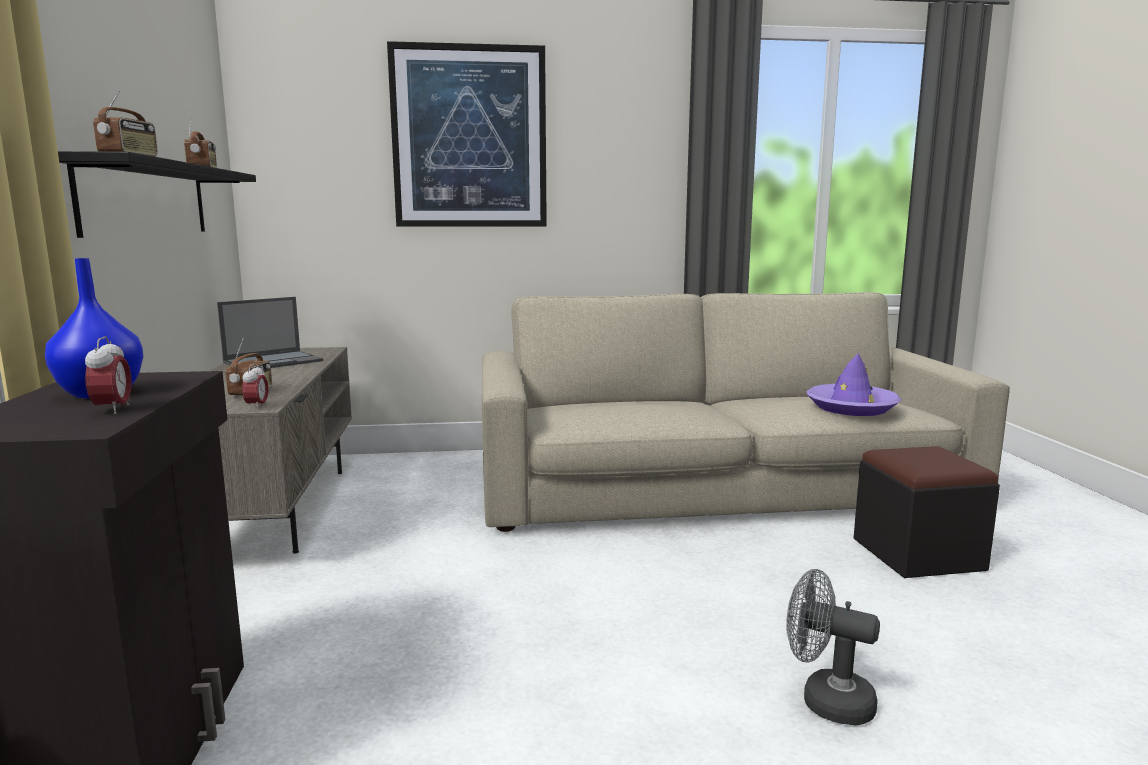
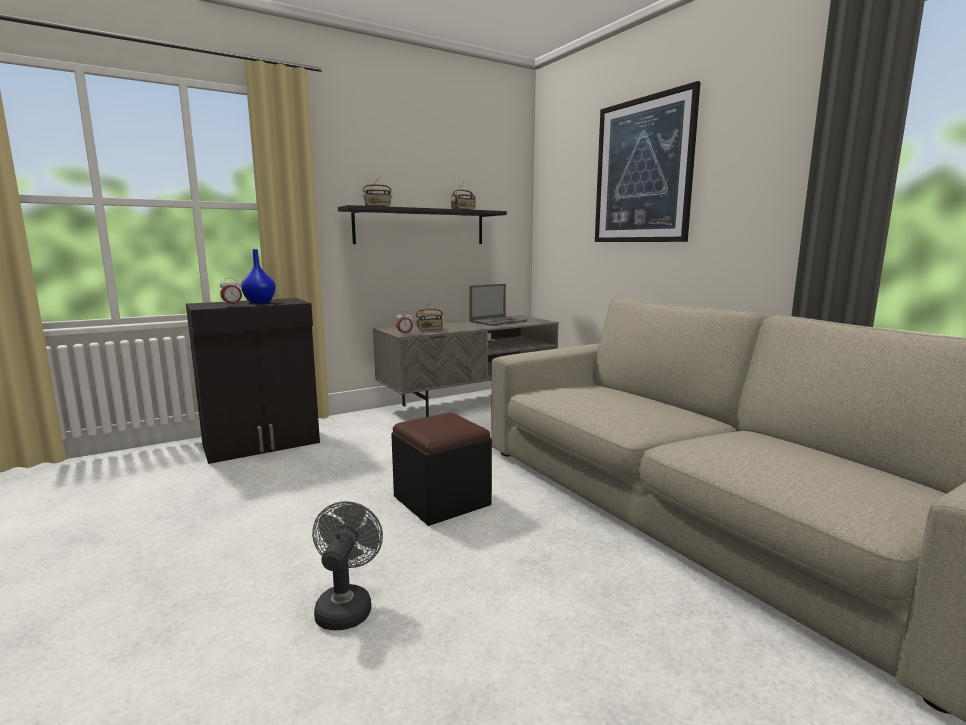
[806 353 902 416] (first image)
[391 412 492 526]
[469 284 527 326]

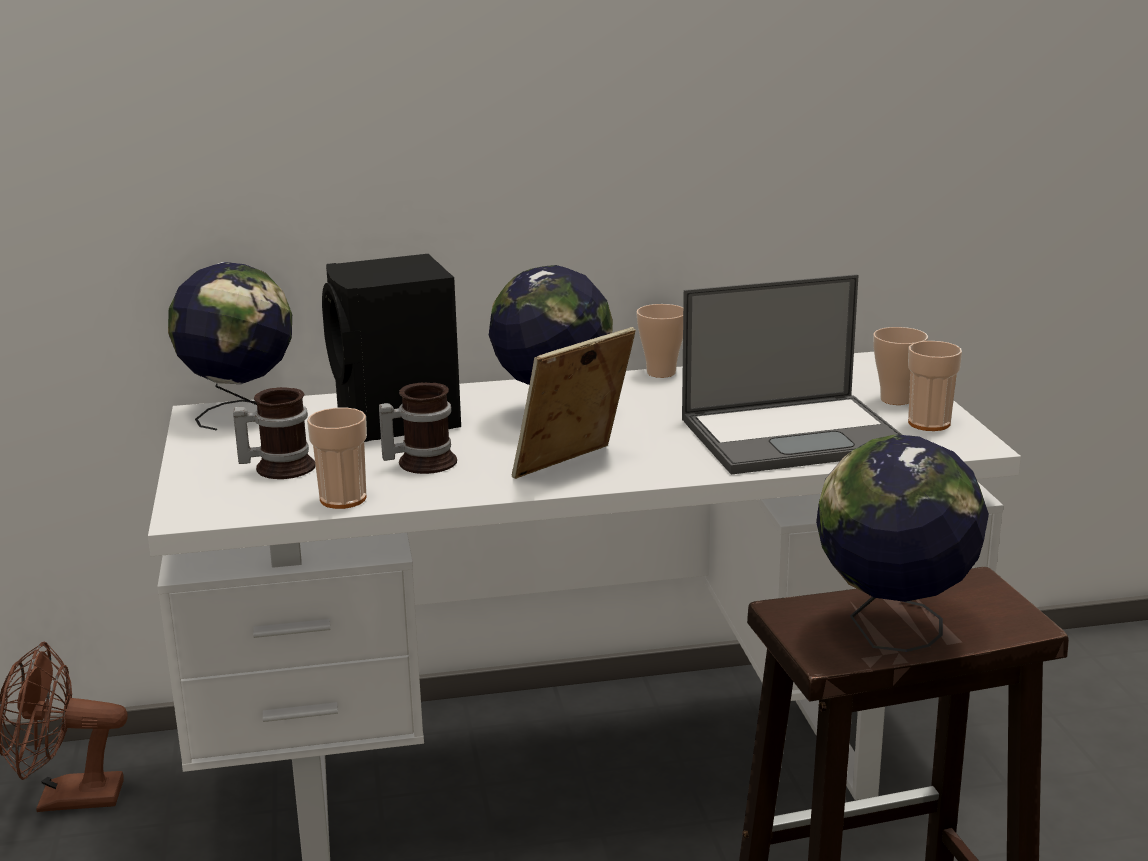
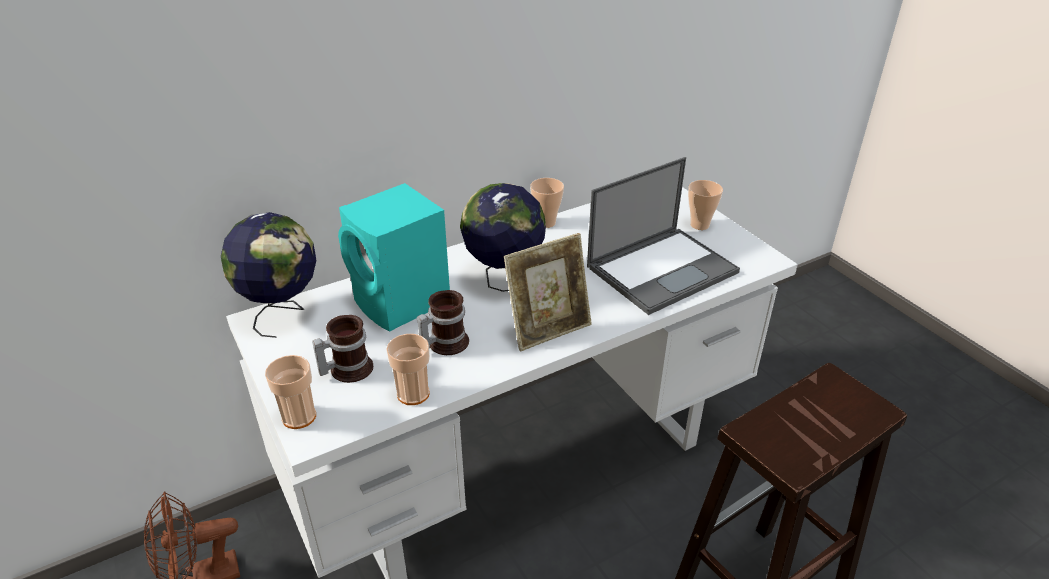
[816 434 989 652] (first image)
[265 355 316 429]
[338 183 450 332]
[504 233 592 351]

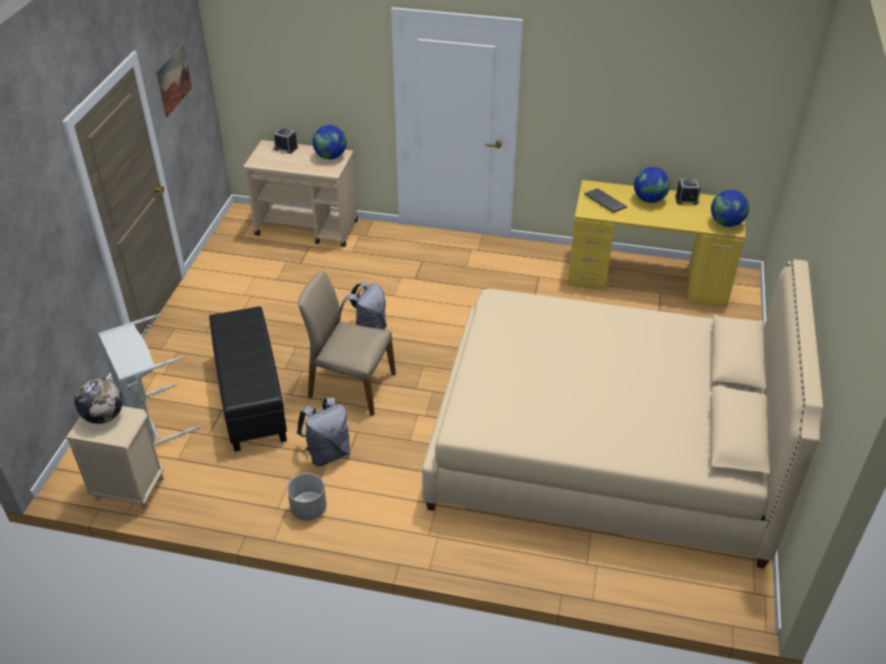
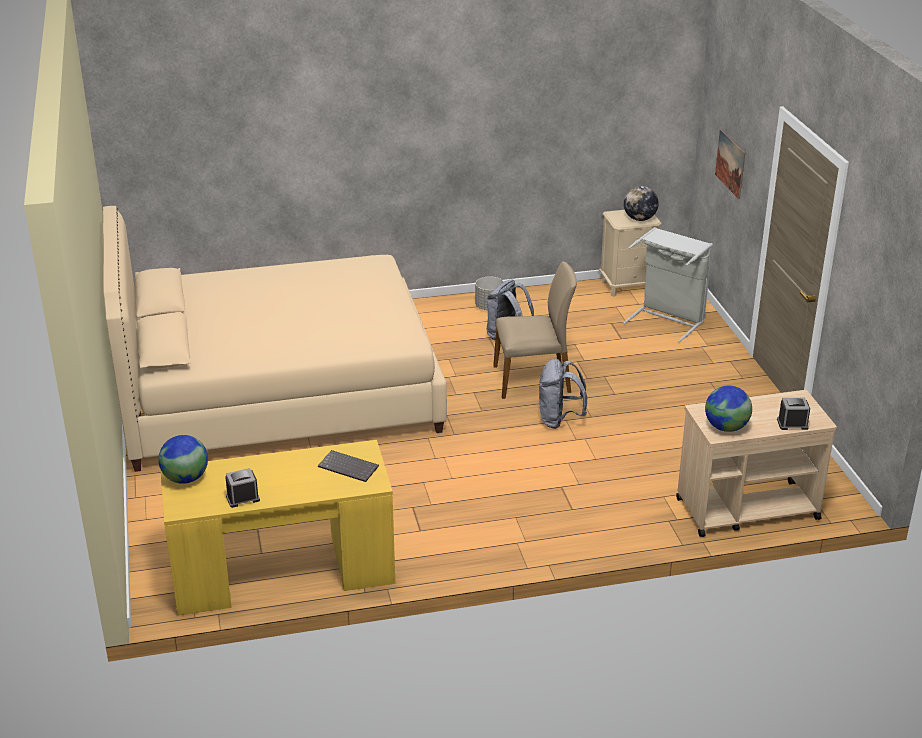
[209 306 287 452] (first image)
[634 167 670 203] (first image)
[715 129 745 199]

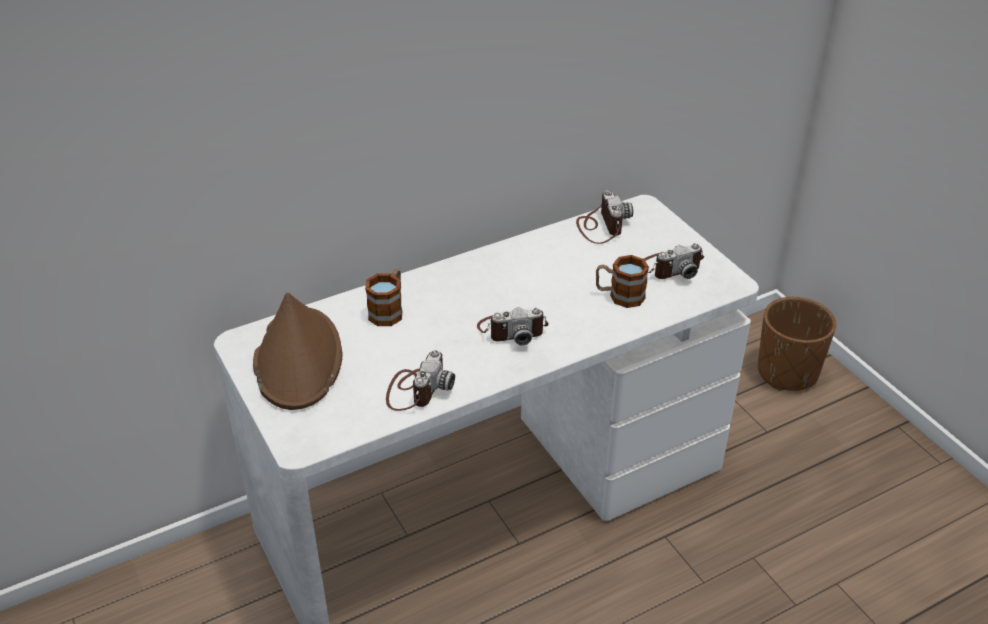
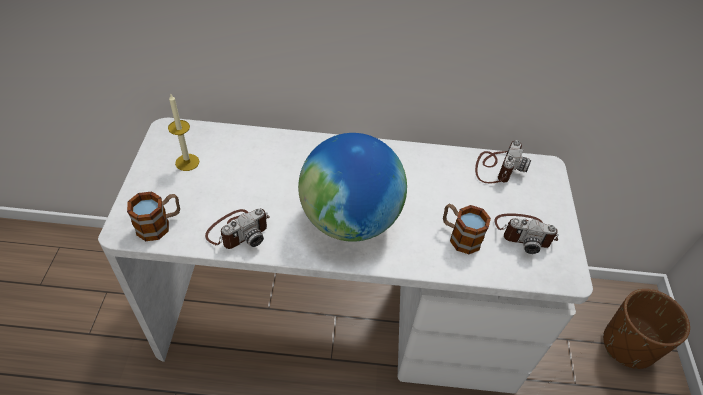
[127 192 180 241]
[168 94 199 171]
[298 133 407 242]

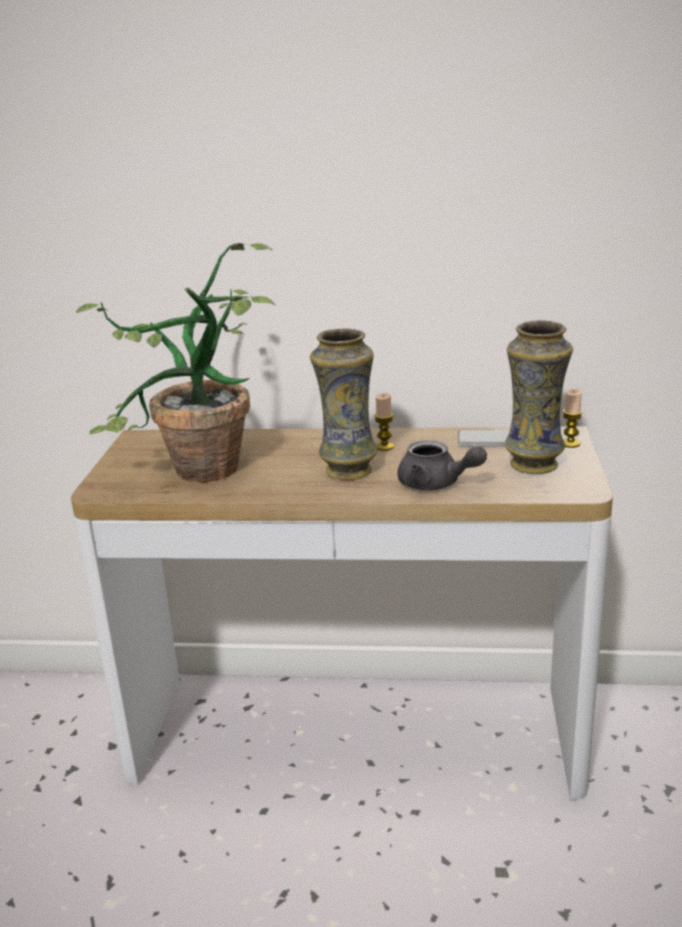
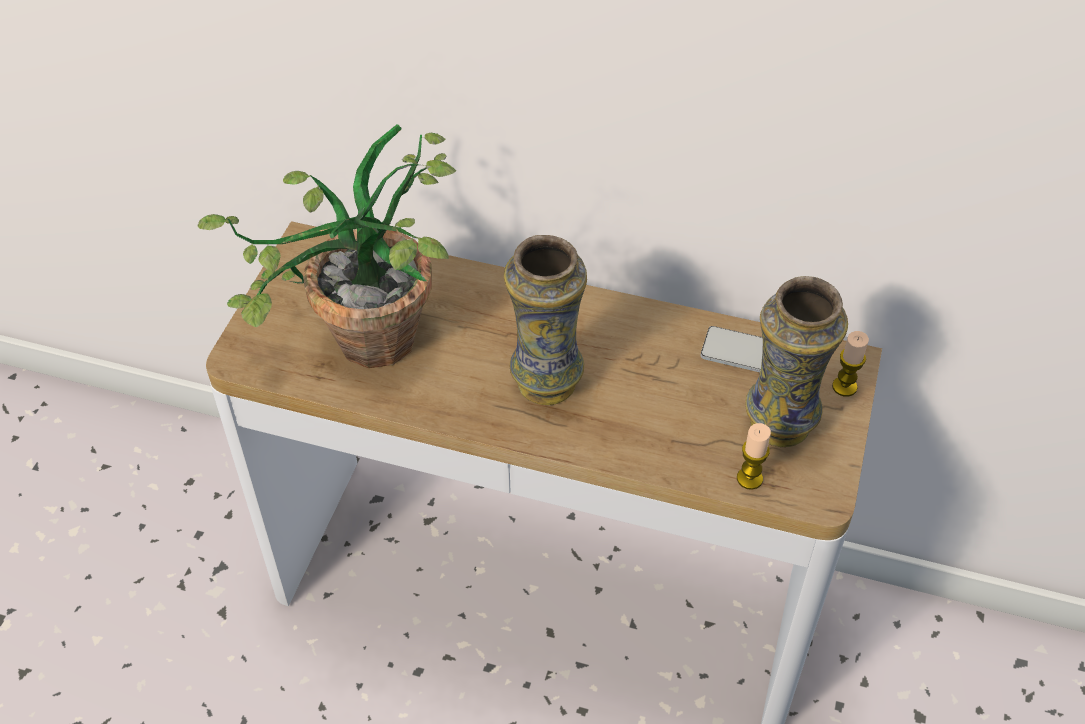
[397 440 487 490] (first image)
[737 423 771 490]

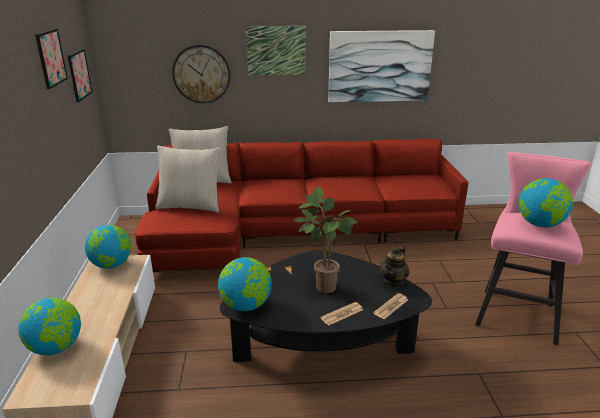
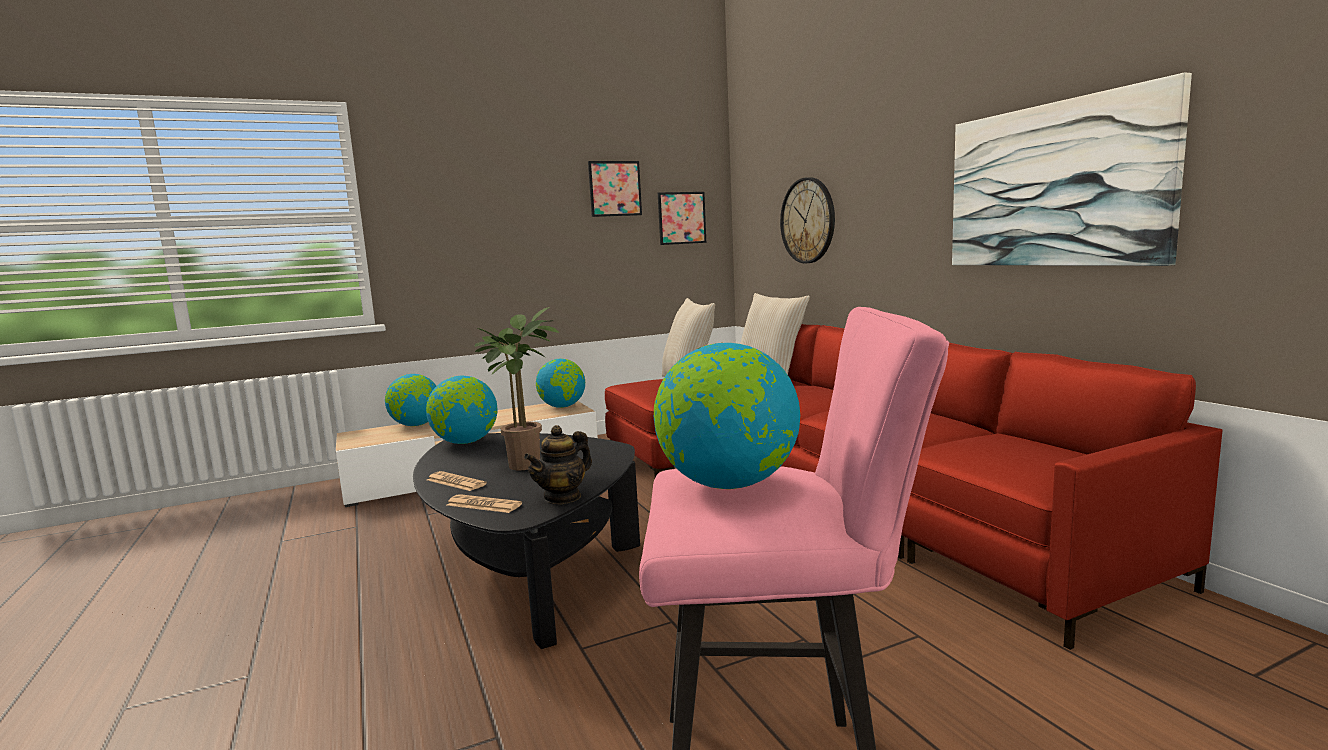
[246 26 306 75] (first image)
[524 425 592 504]

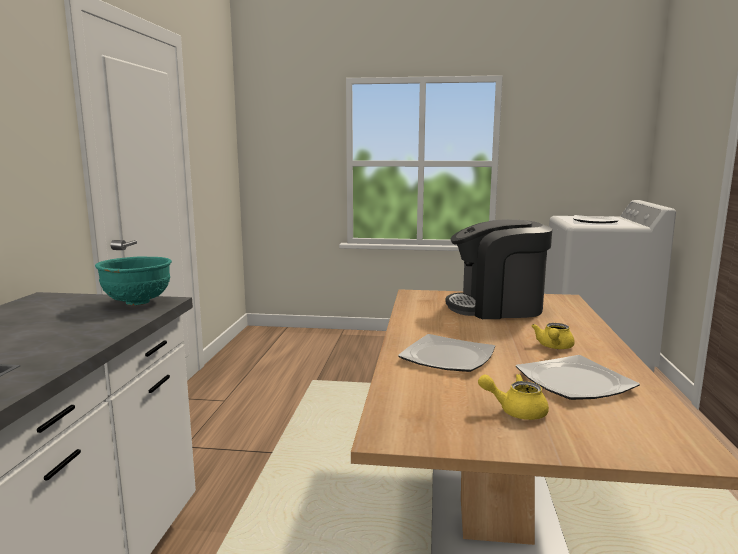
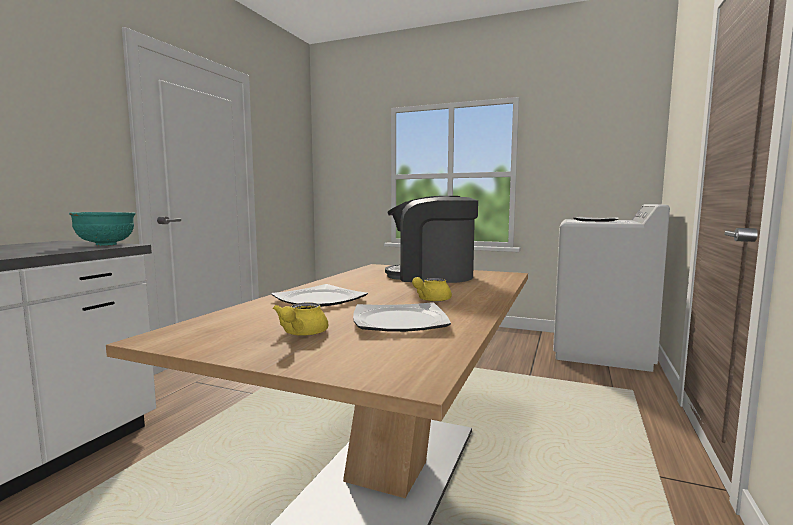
[273 302 328 336]

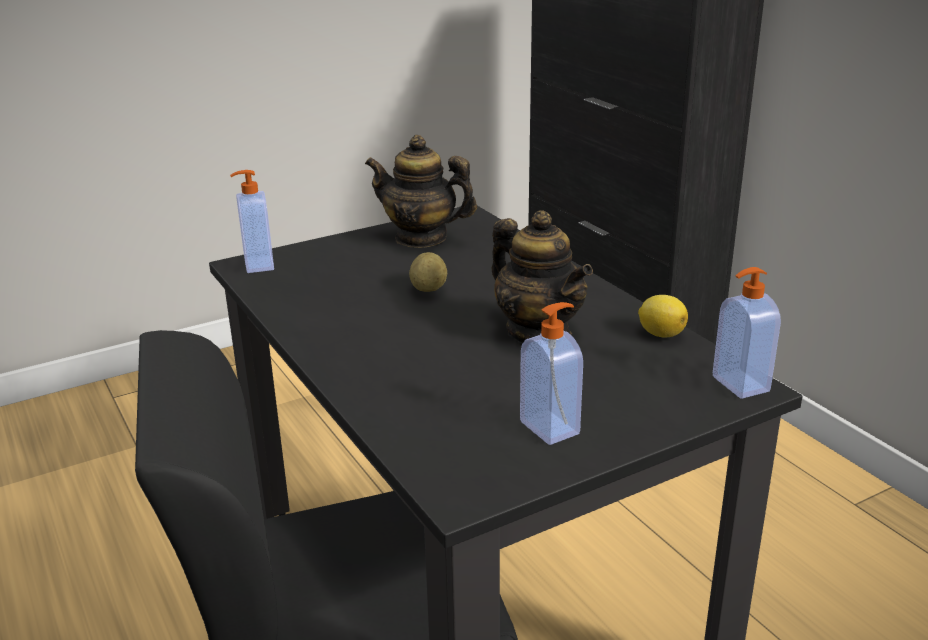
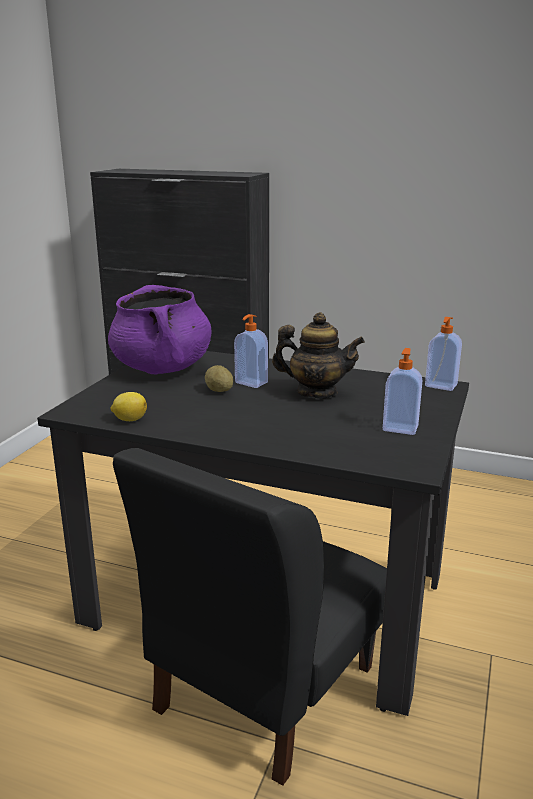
[234 314 268 388]
[110 392 147 421]
[108 285 211 375]

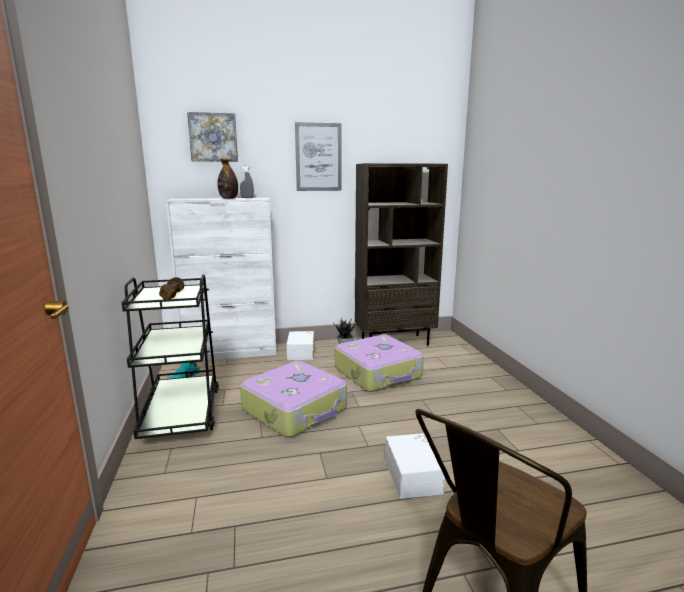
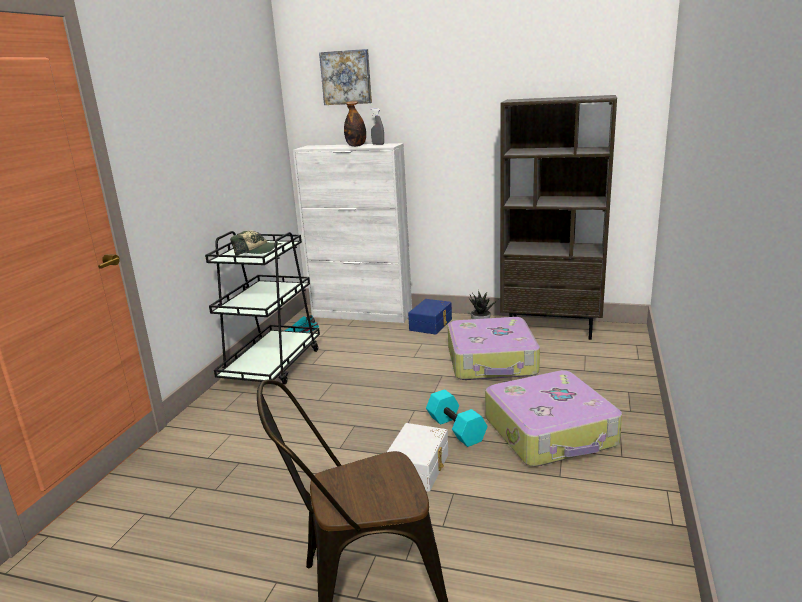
[295 122 342 191] (first image)
[426 389 487 447]
[485 370 622 467]
[230 230 282 255]
[408 299 452 334]

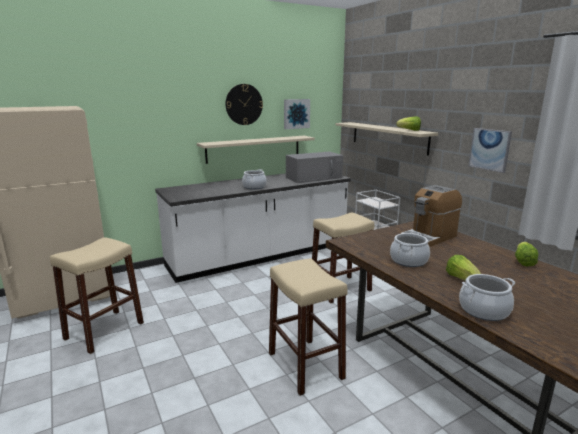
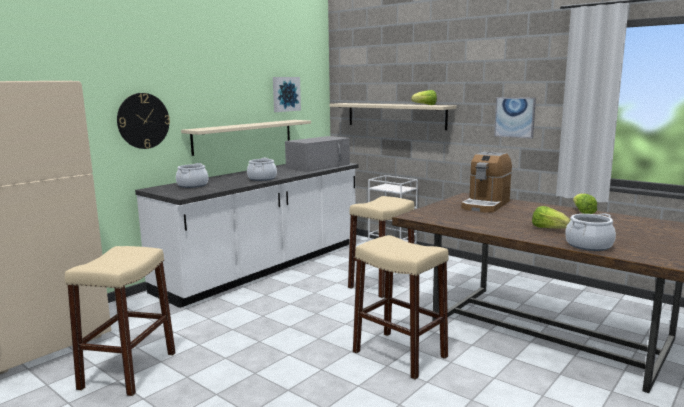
[117 93 170 149]
[176 163 208 188]

